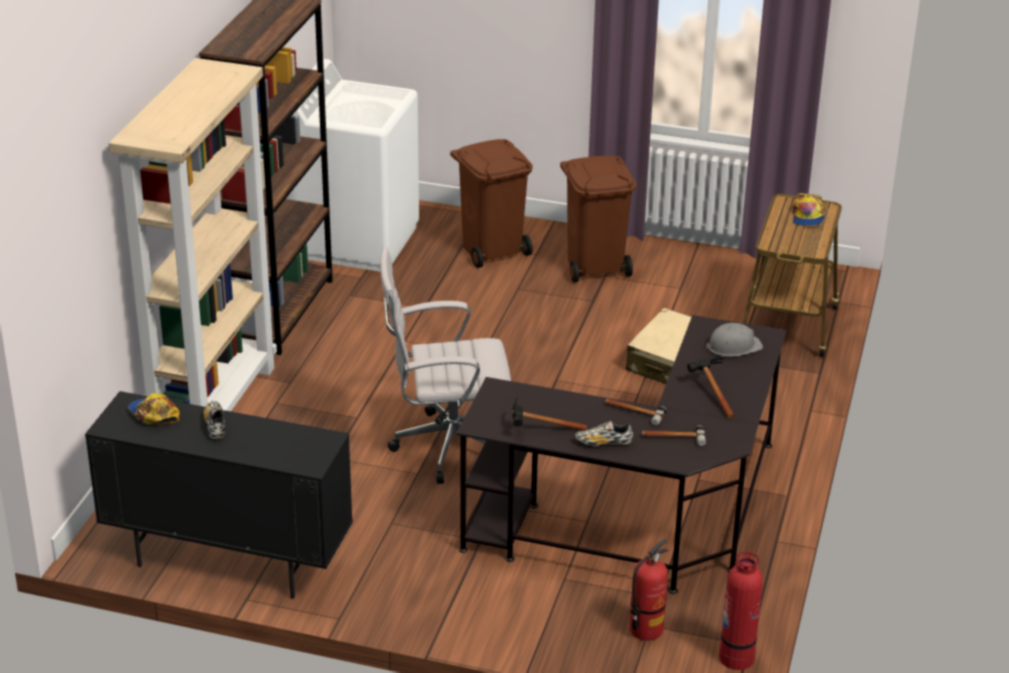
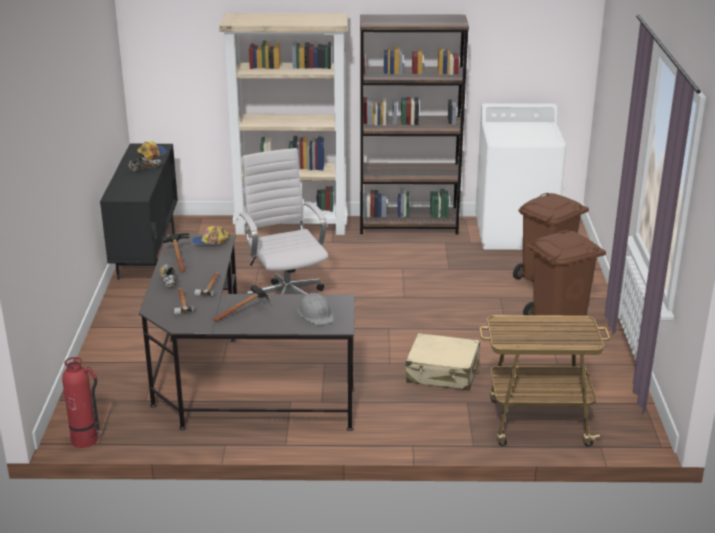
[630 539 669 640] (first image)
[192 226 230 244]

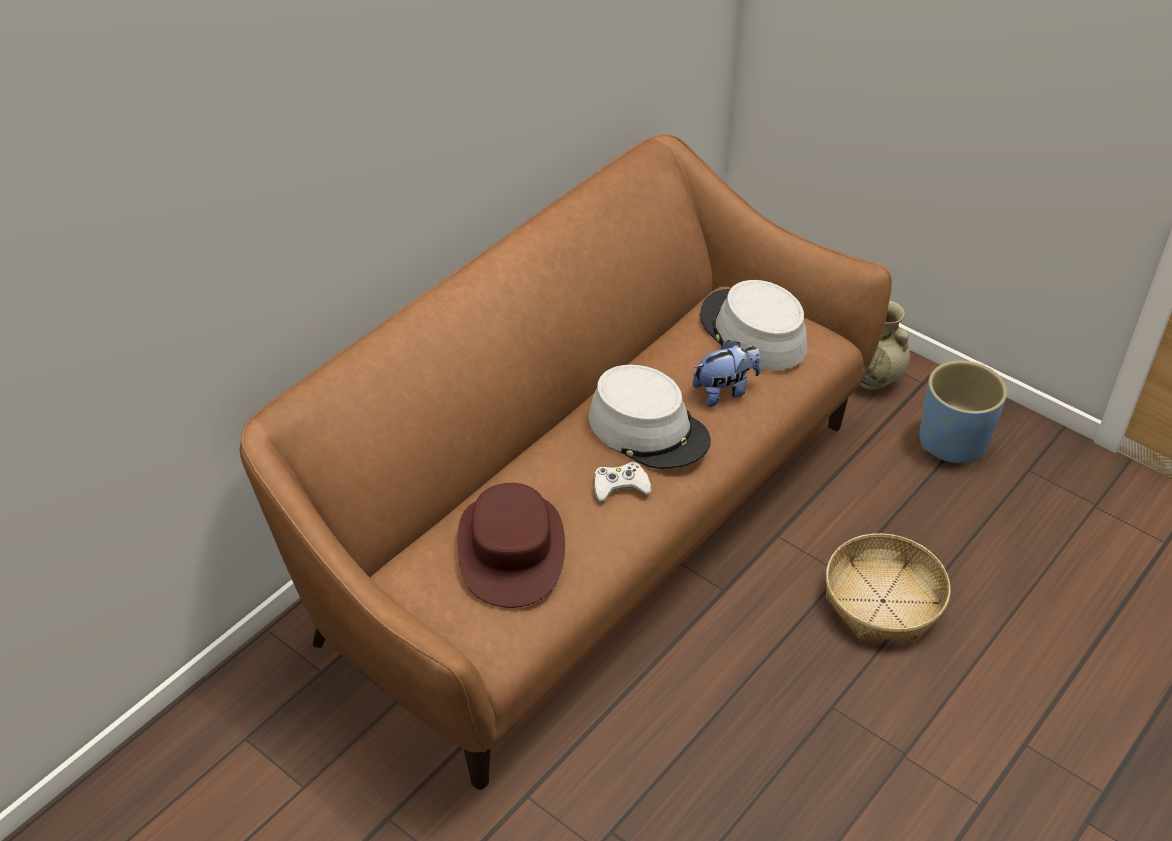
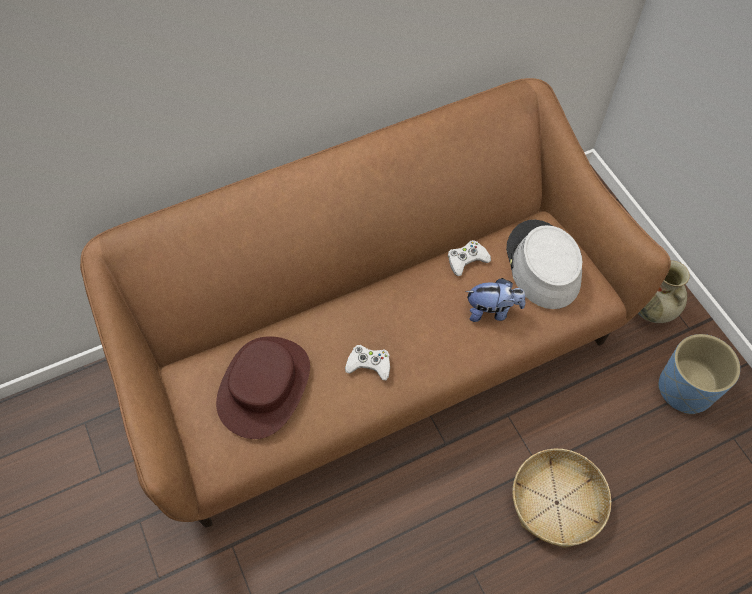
[589 365 711 469] (first image)
[448 240 491 276]

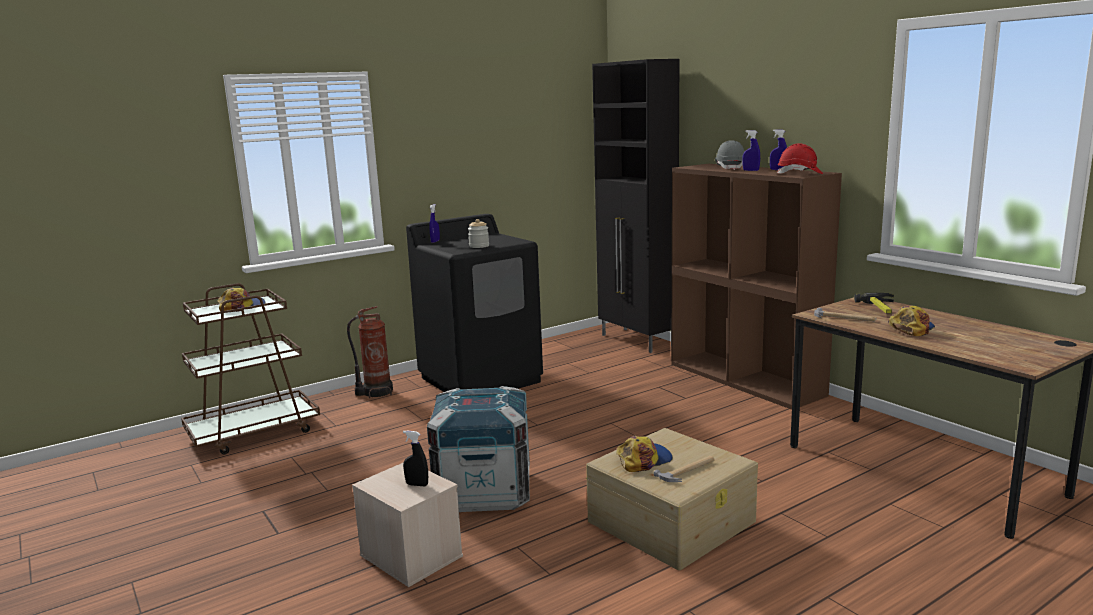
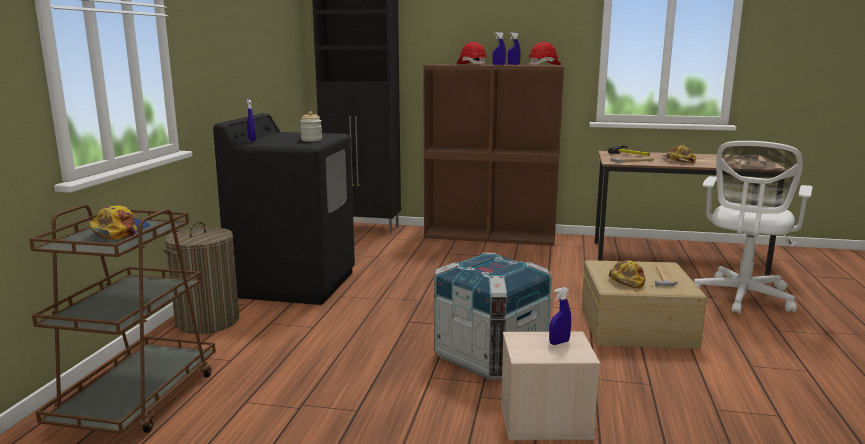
[694 141 813 314]
[164 221 239 334]
[549 287 571 345]
[457 42 487 65]

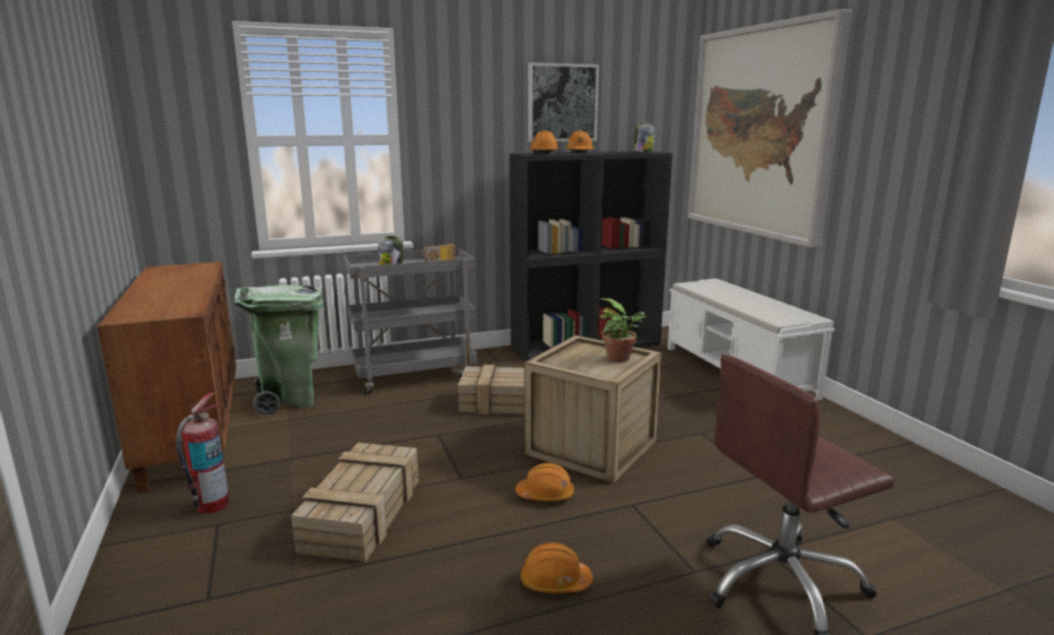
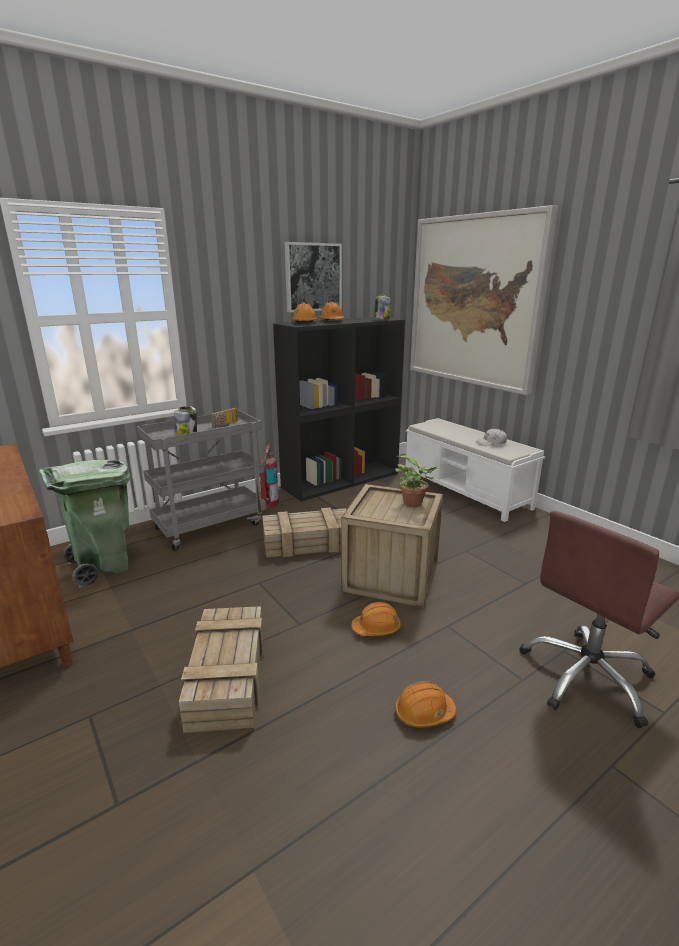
[476 428 507 446]
[259 443 279 507]

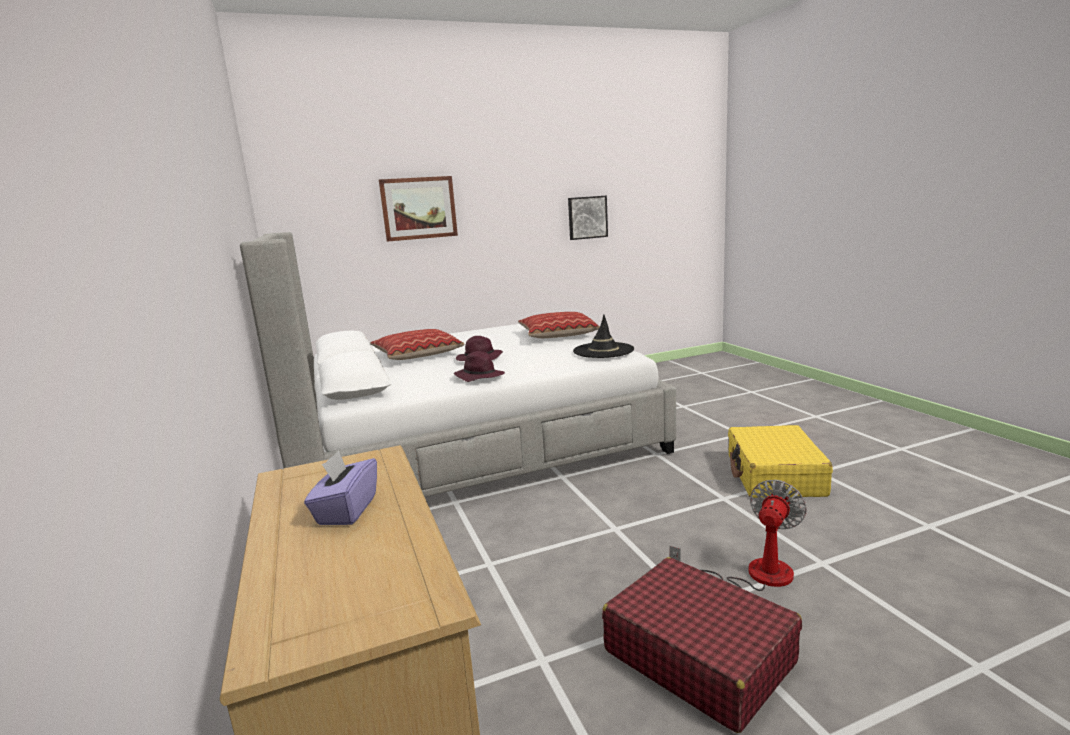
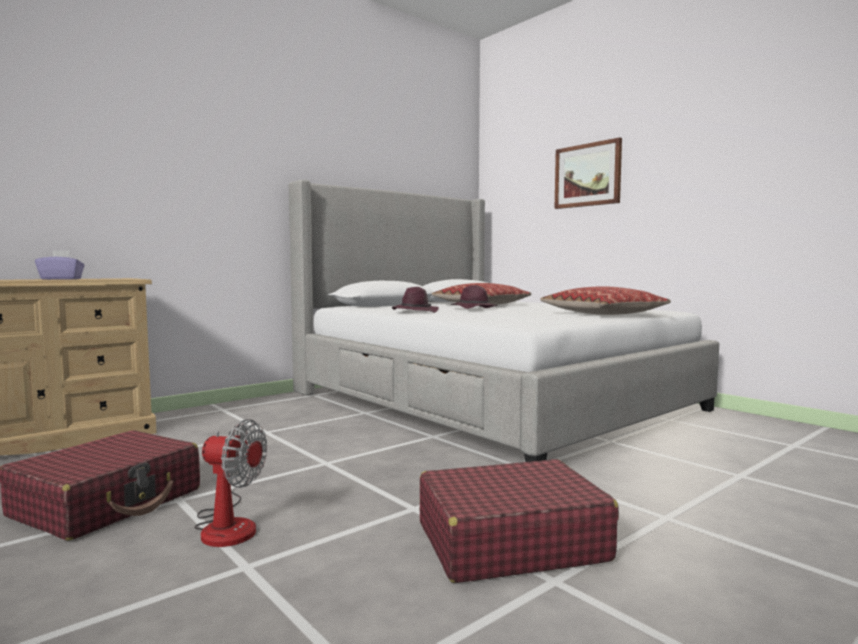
[568 196 608 240] (first image)
[573 315 634 358] (first image)
[420 459 619 583]

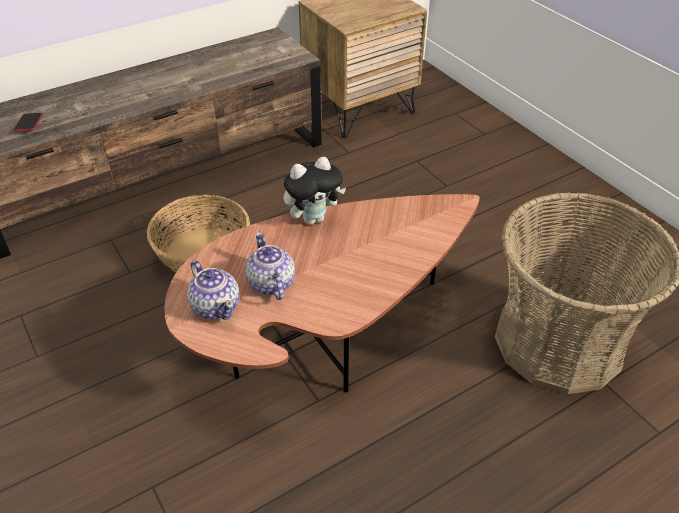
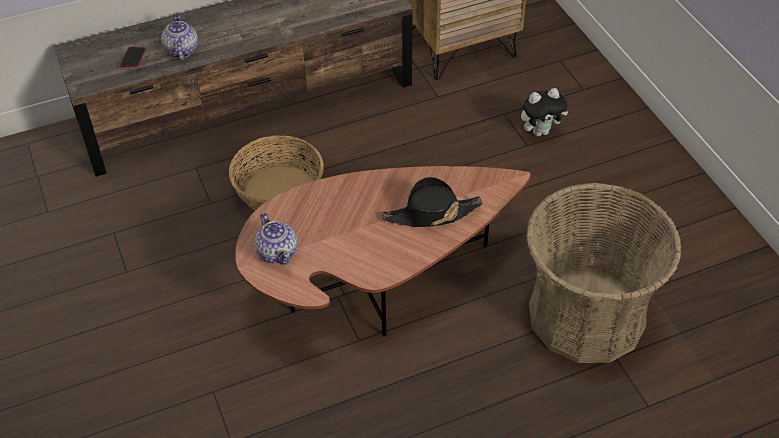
[382 177 483 227]
[161 12 198 61]
[521 88 569 136]

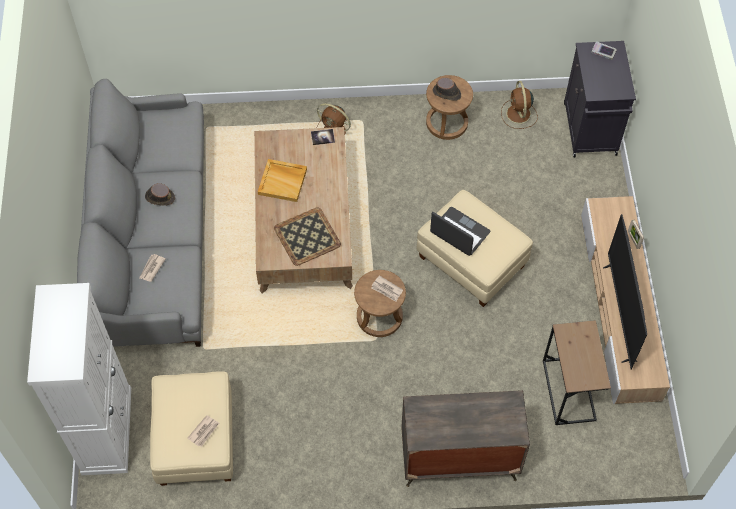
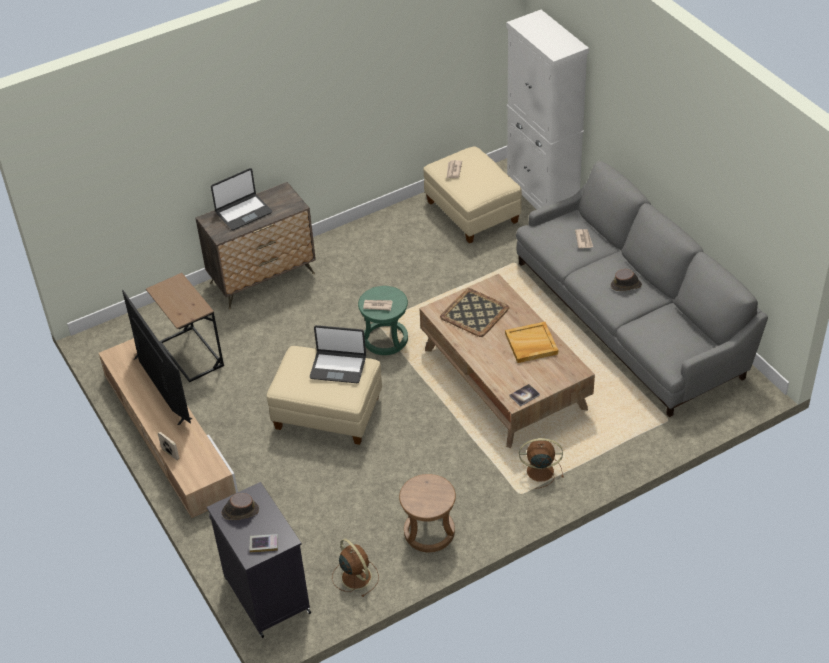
[211 168 272 230]
[222 493 259 520]
[358 286 408 355]

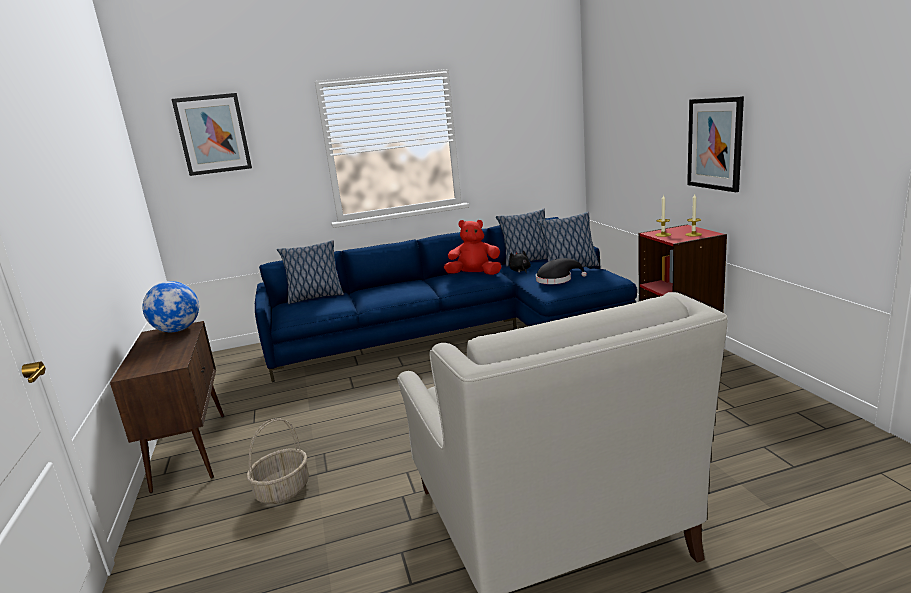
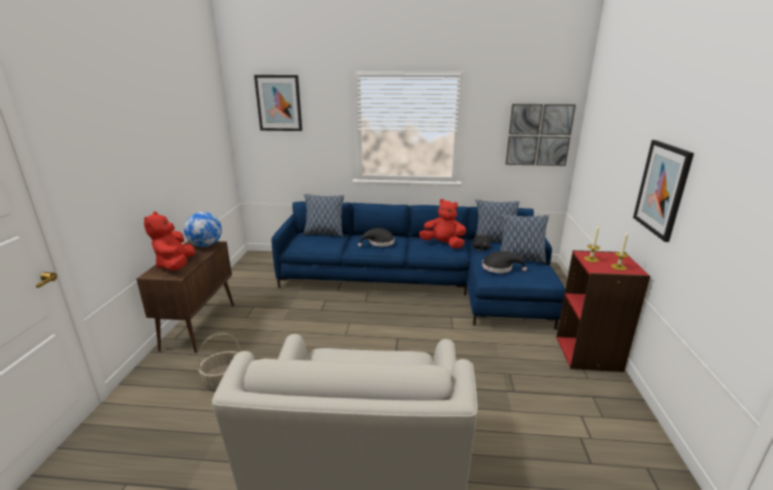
[144 212 195 270]
[358 228 395 247]
[505 104 576 166]

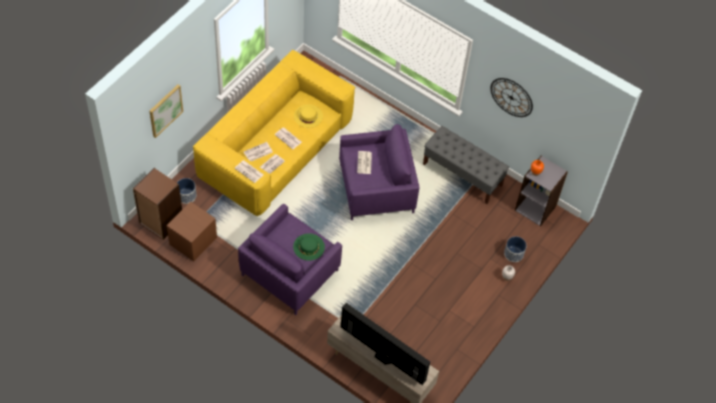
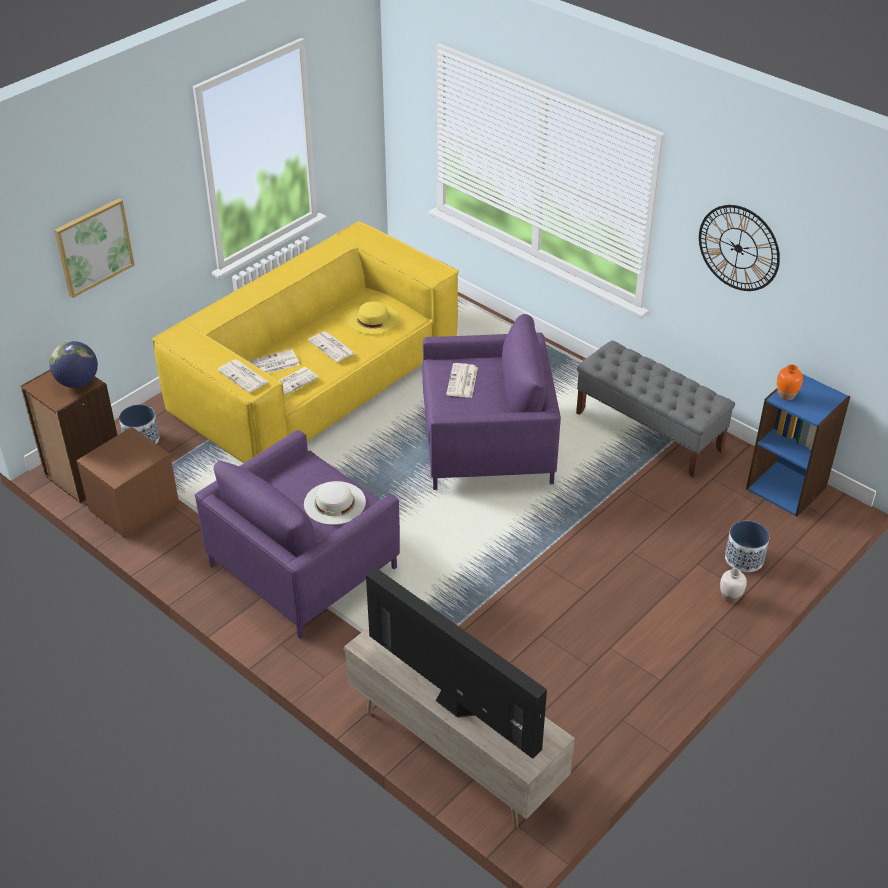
[49 341 98 388]
[304 481 366 525]
[746 374 850 517]

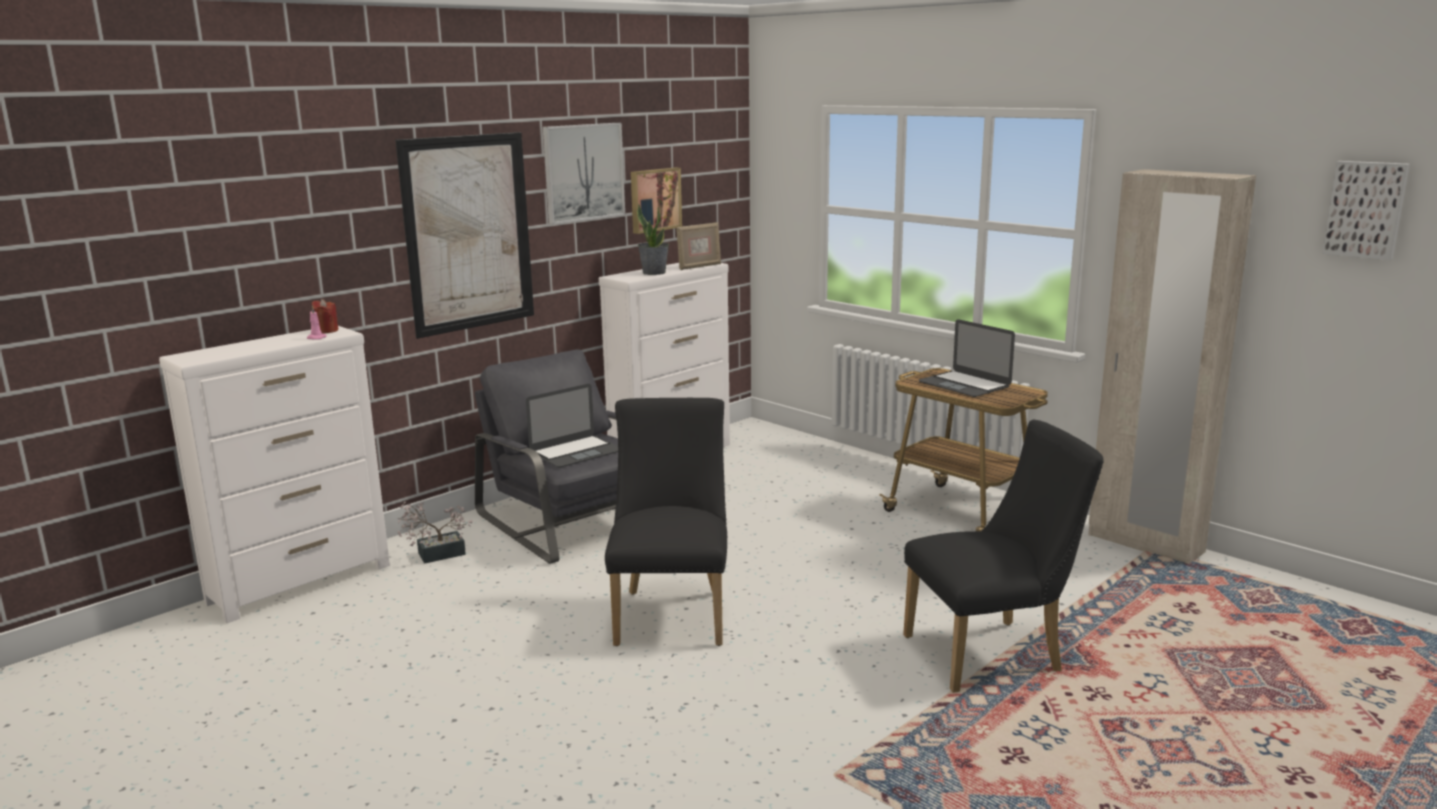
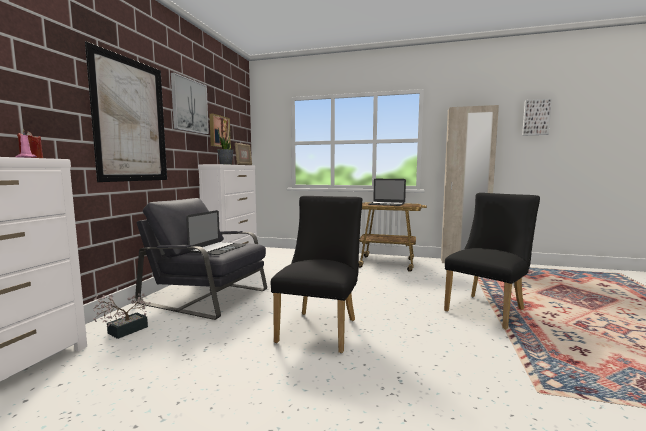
[270 196 362 353]

